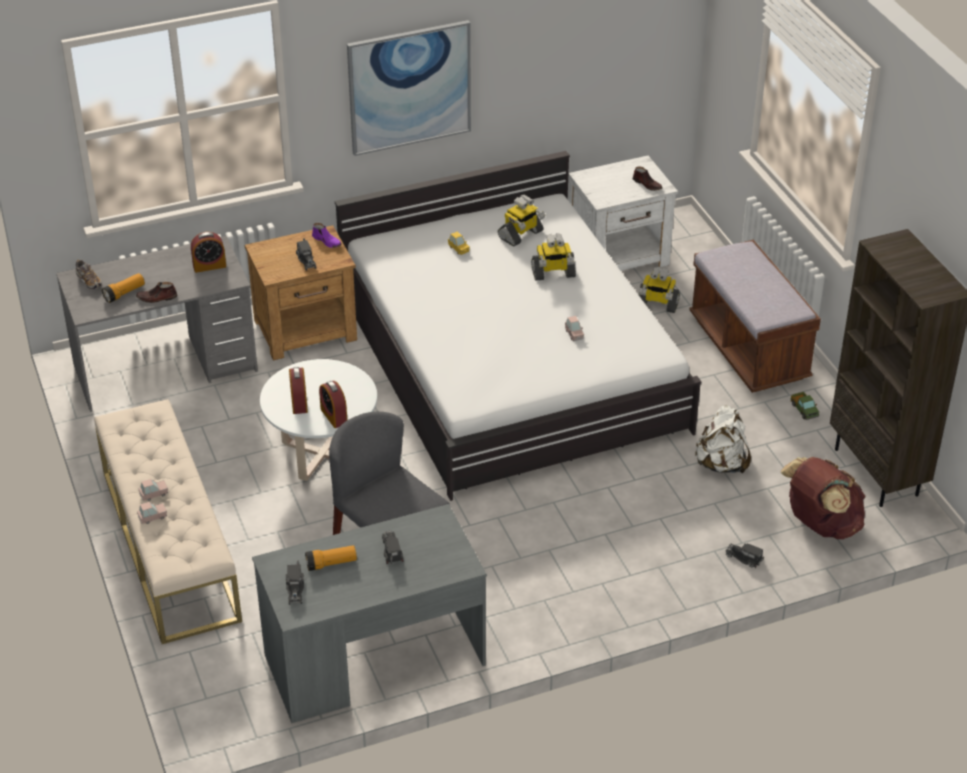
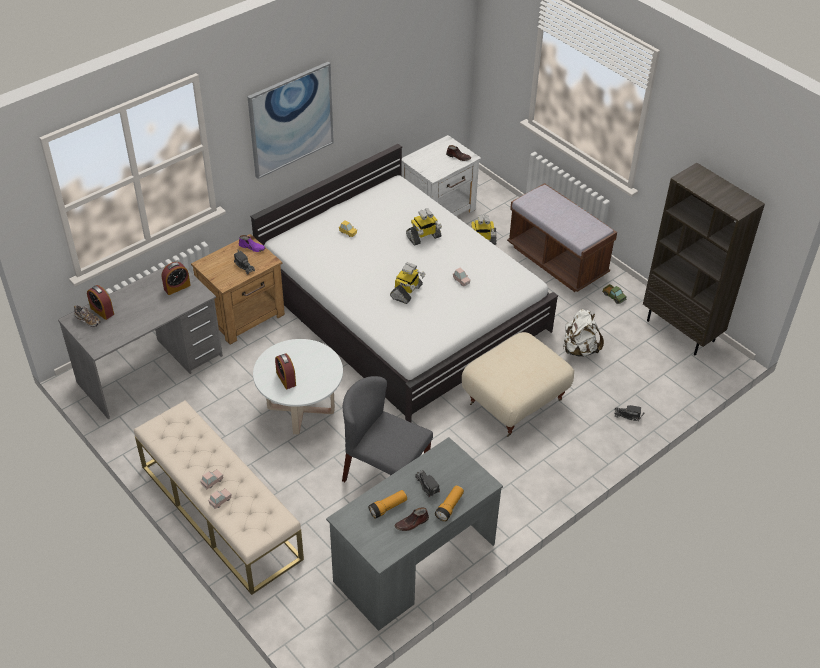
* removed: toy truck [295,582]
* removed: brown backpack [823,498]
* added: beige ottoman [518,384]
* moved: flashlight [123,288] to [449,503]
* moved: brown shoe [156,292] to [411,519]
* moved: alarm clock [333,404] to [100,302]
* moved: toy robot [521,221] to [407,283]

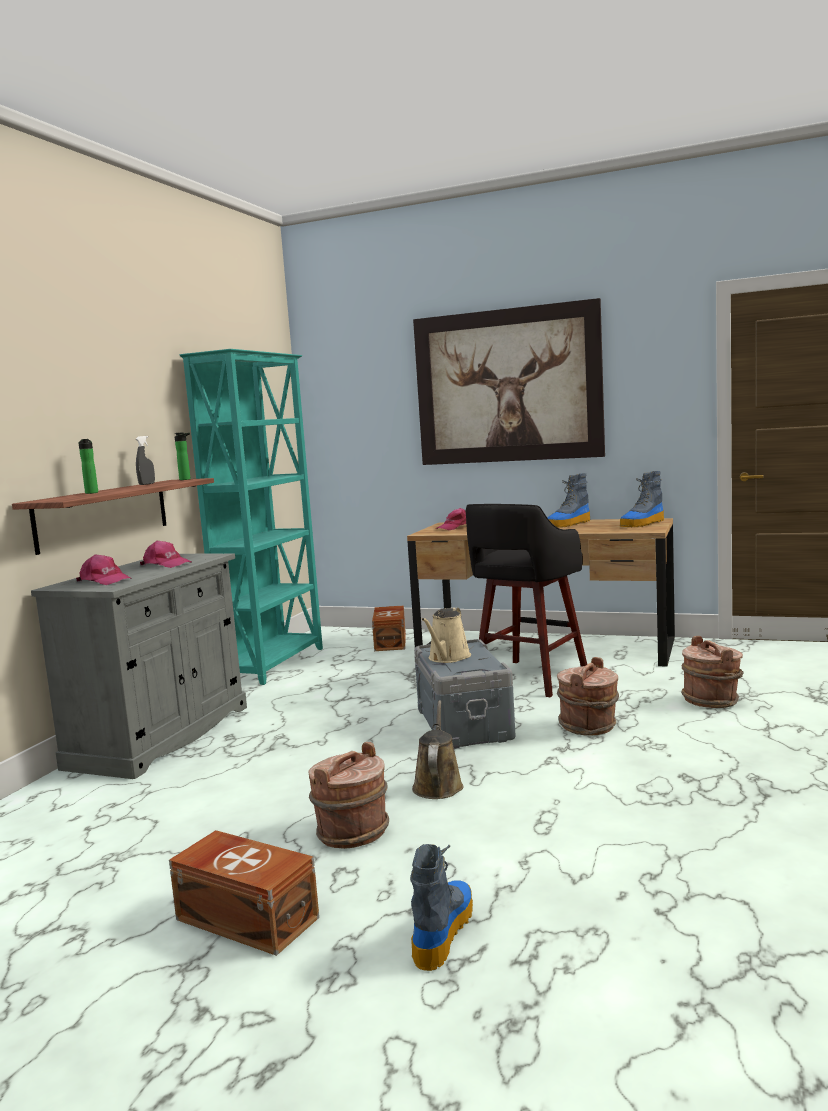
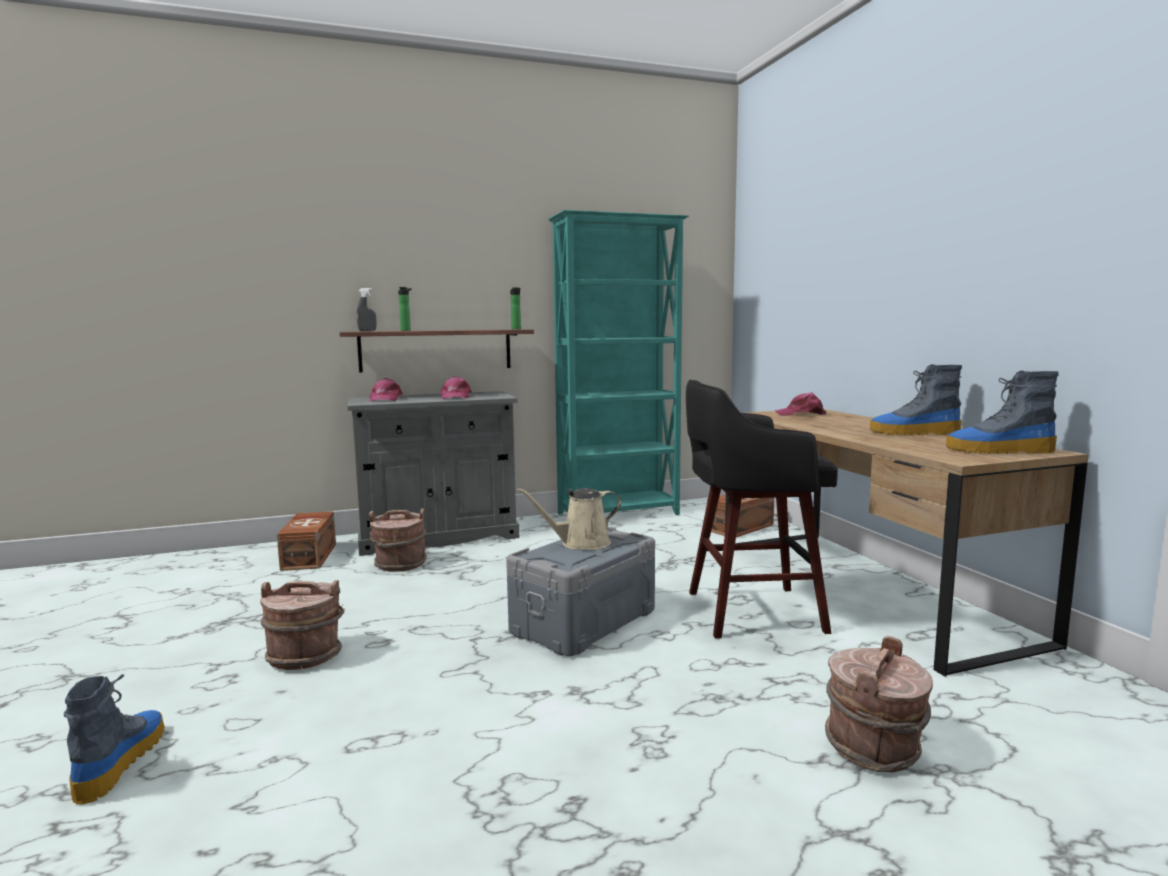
* removed: brown watering can [438,749]
* removed: picture [509,381]
* moved: grey spray bottle [145,460] to [366,309]
* moved: brown storage box [244,893] to [306,541]
* moved: brown bucket [588,696] to [398,540]
* turned: boot [441,907] = [114,739] 75 degrees counterclockwise

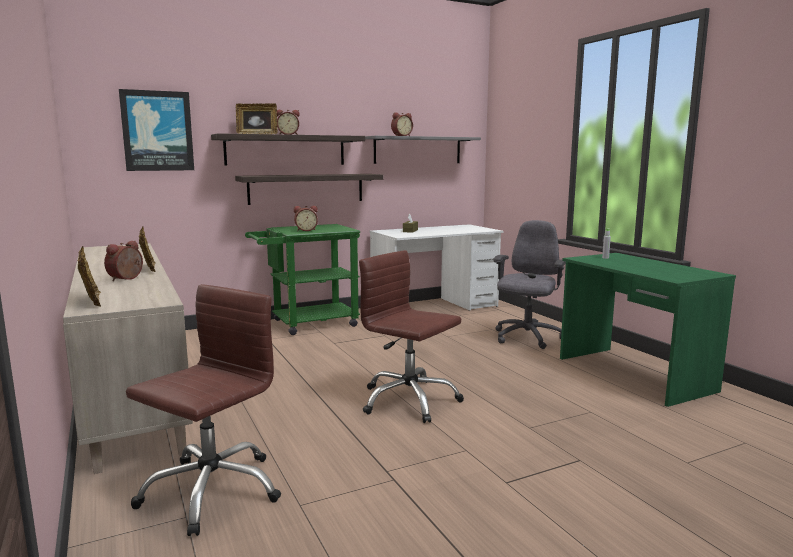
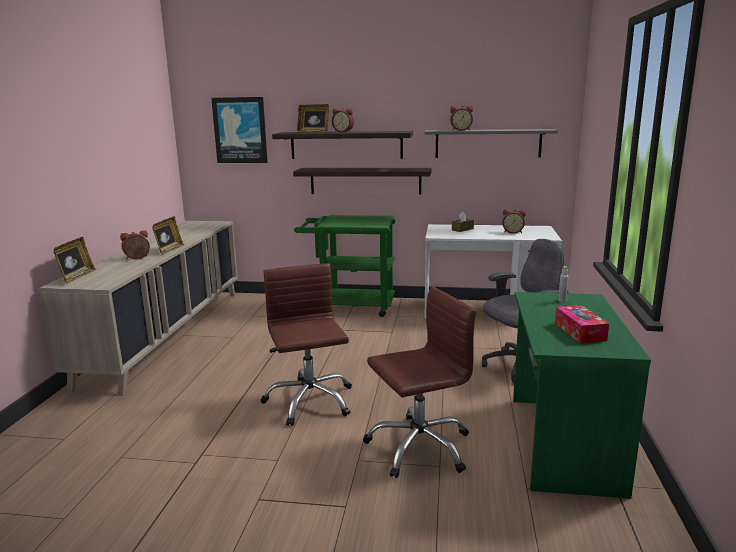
* added: tissue box [582,324]
* moved: brown office chair [203,410] to [420,382]
* moved: alarm clock [306,218] to [514,221]

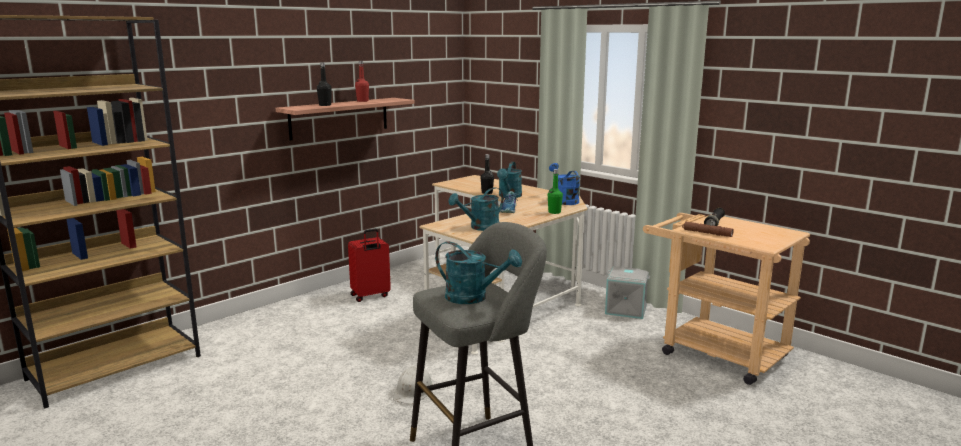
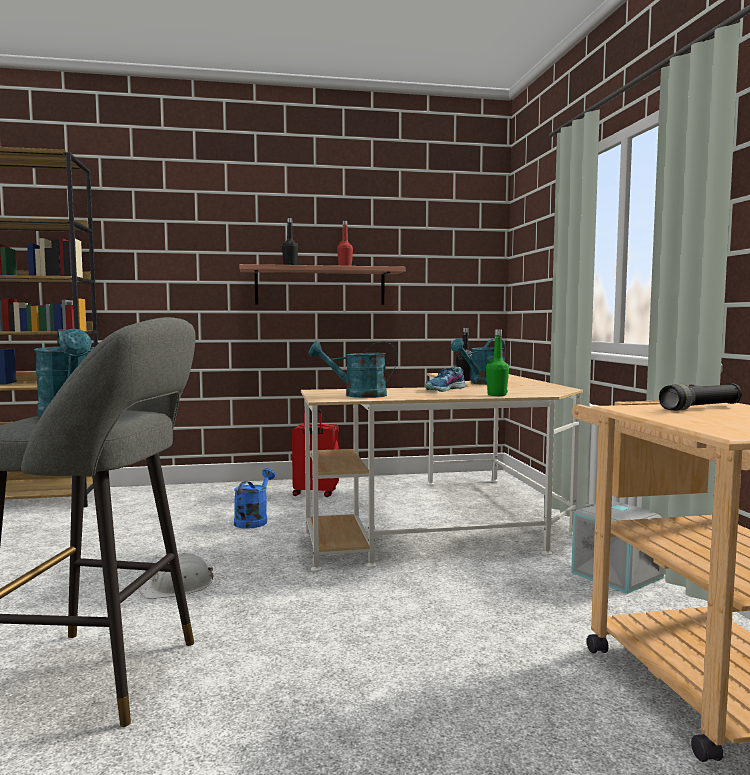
* removed: brown flashlight [708,229]
* moved: blue watering can [564,184] to [254,498]

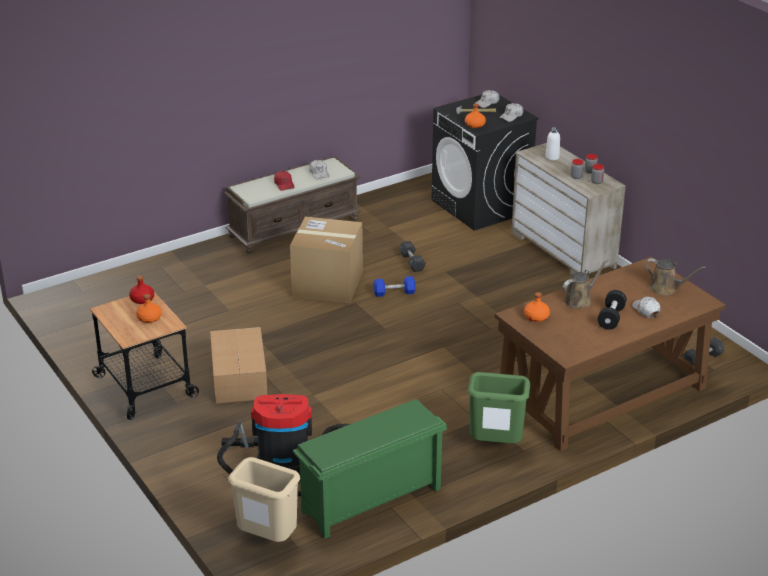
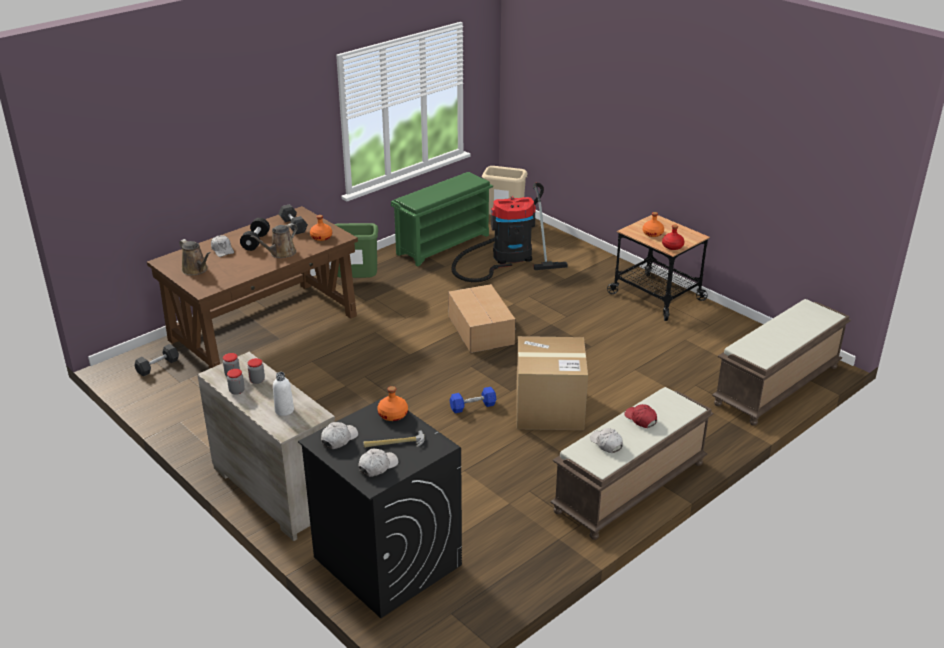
* added: brown bench [781,362]
* moved: cardboard box [239,365] to [481,318]
* moved: grey dumbbell [412,256] to [293,219]
* turned: brown watering can [675,277] = [195,257] 150 degrees counterclockwise

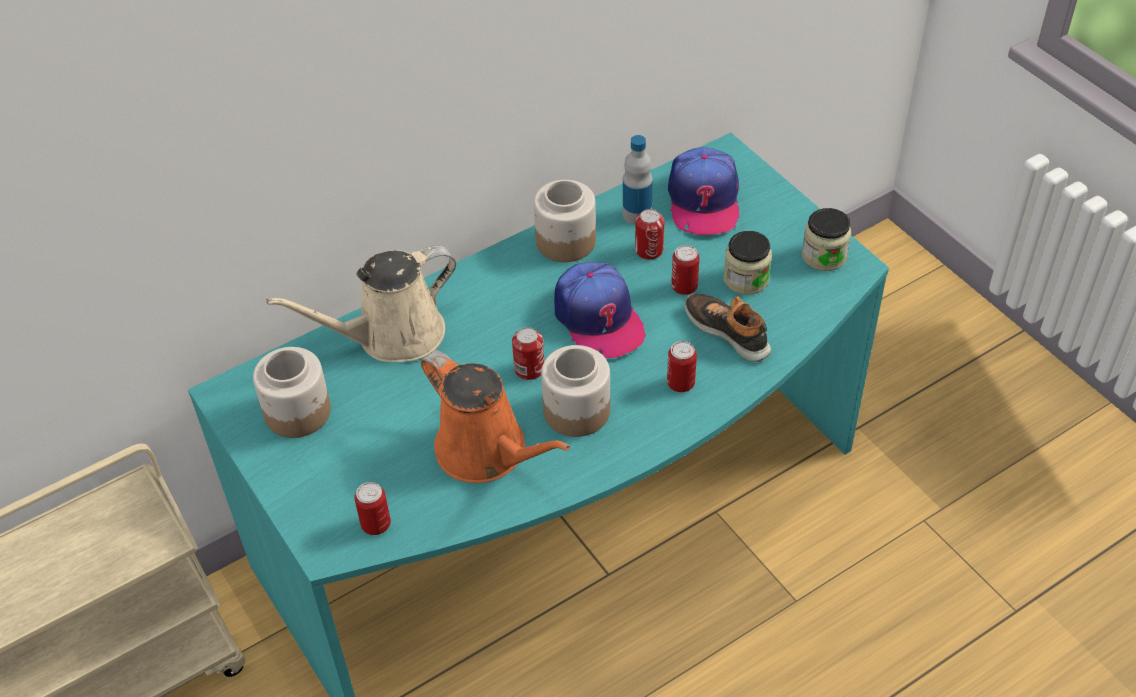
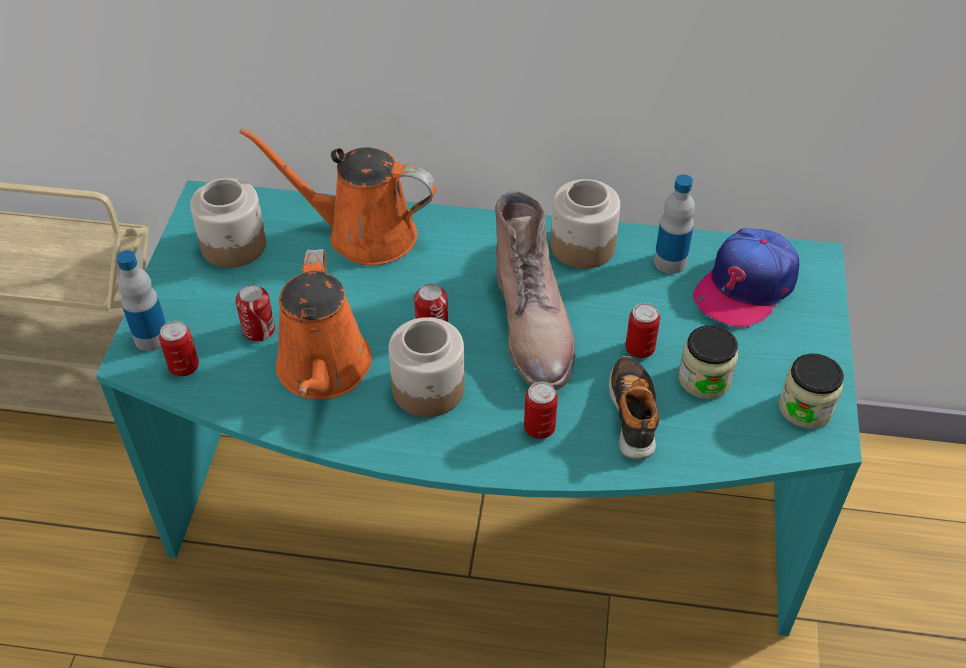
* added: bottle [141,300]
* moved: can [649,234] to [255,313]
* replaced: cap [600,310] to brown boot [535,290]
* recoloured: beige watering can [361,304] to orange watering can [338,196]

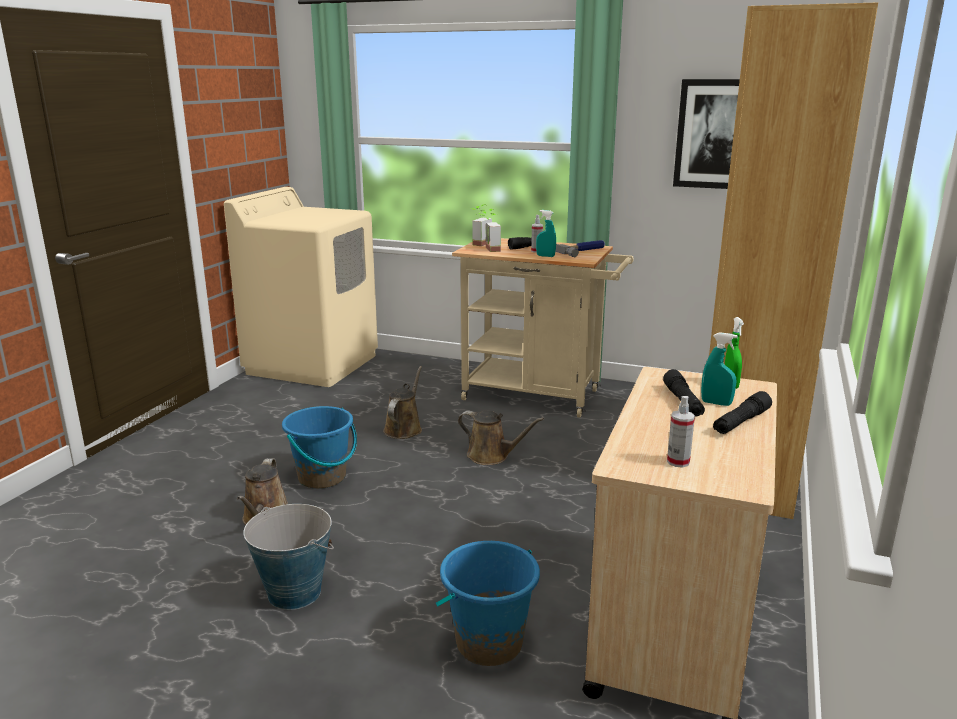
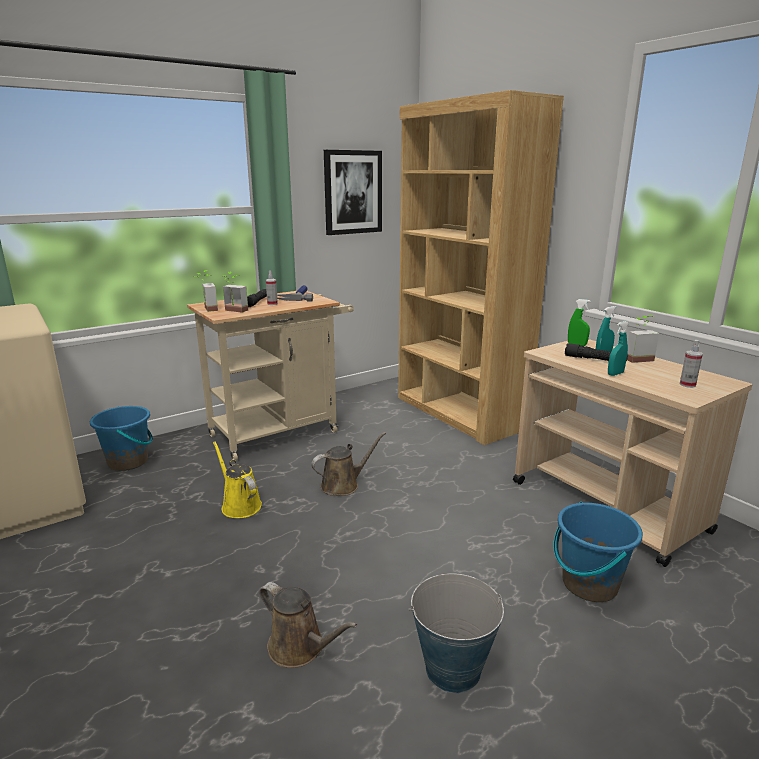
* moved: blue bucket [319,447] to [121,438]
* moved: turquoise spray bottle [546,233] to [618,348]
* replaced: black flashlight [742,412] to potted plant [643,339]
* recoloured: brown watering can [402,402] to yellow watering can [237,479]

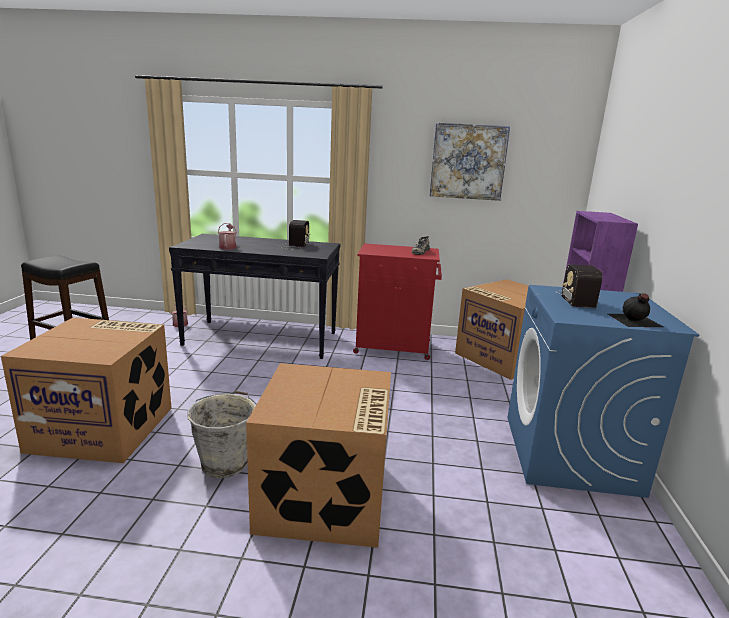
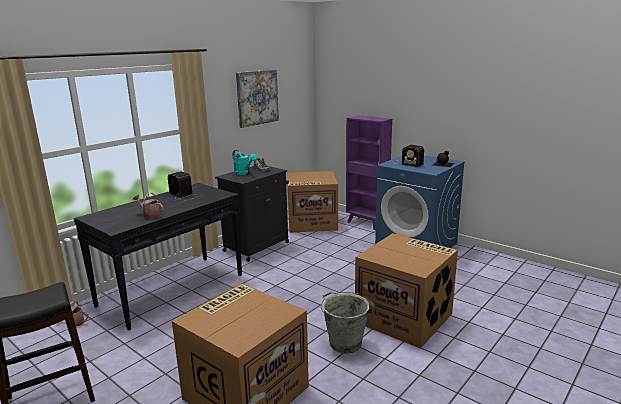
* added: turquoise watering can [245,162]
* recoloured: red cabinet [397,301] to black cabinet [252,214]

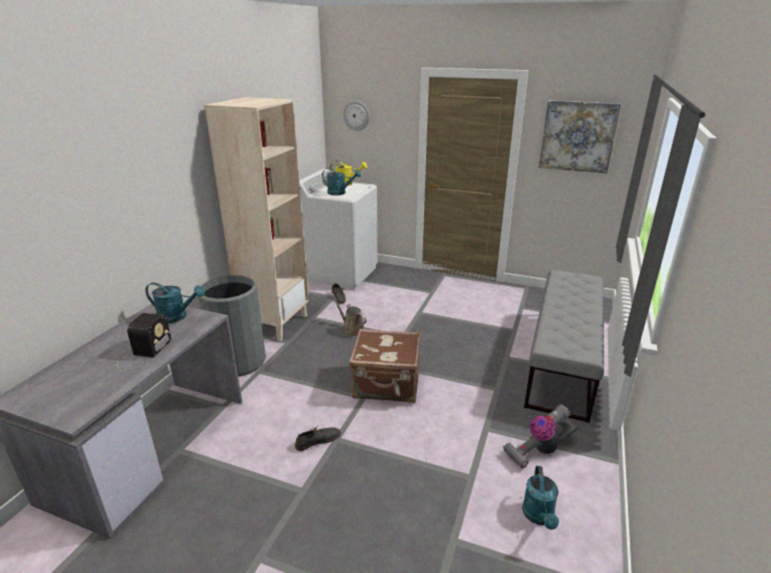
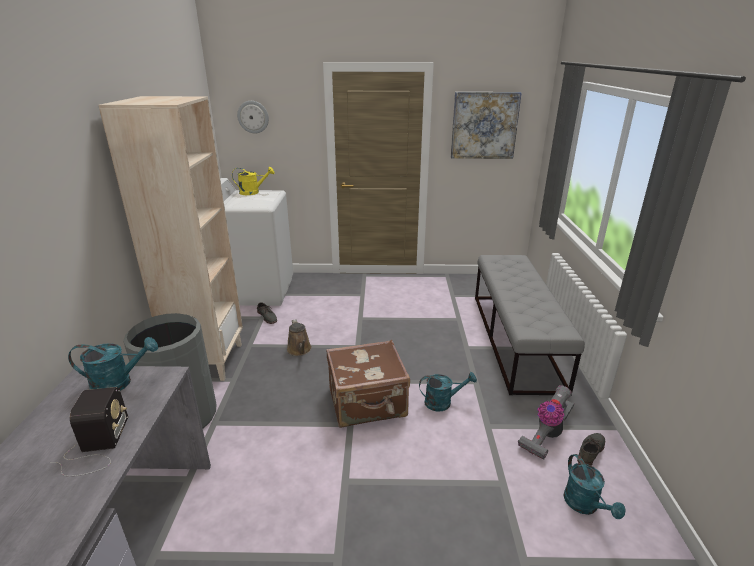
* moved: grey shoe [318,439] to [591,449]
* moved: turquoise watering can [341,181] to [448,392]
* turned: brown watering can [349,316] = [299,337] 135 degrees counterclockwise

